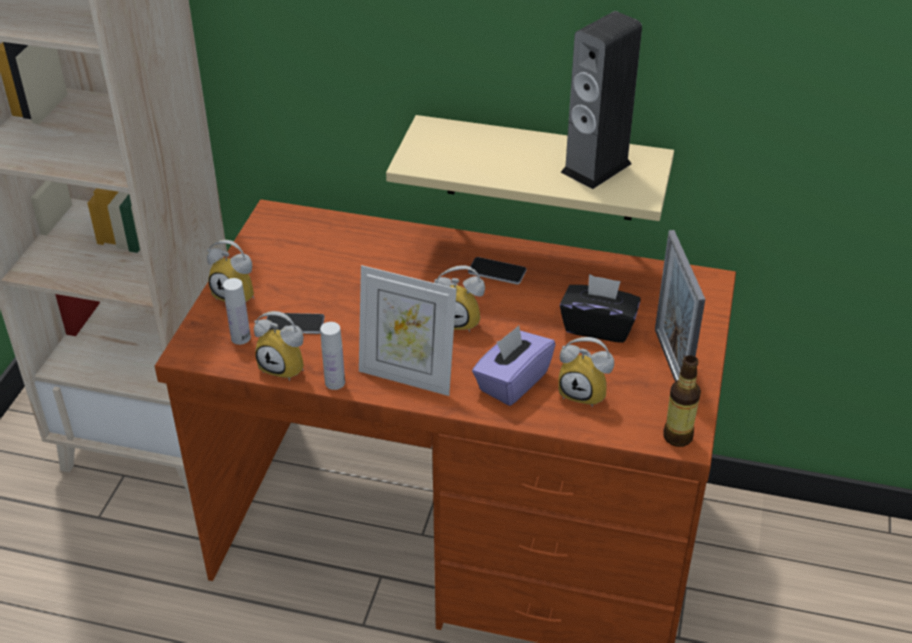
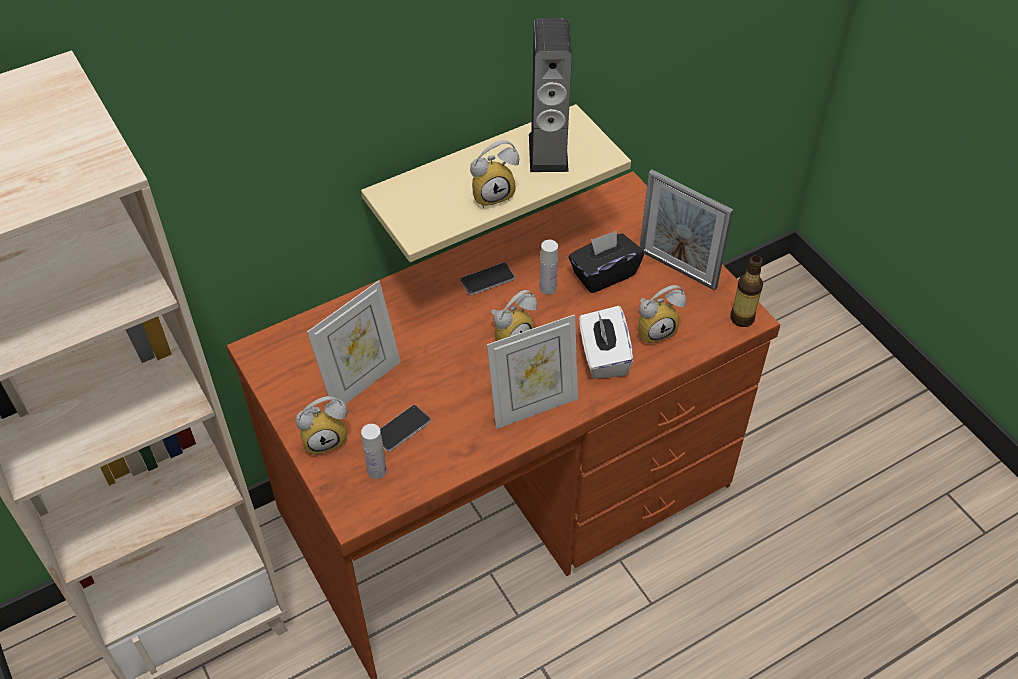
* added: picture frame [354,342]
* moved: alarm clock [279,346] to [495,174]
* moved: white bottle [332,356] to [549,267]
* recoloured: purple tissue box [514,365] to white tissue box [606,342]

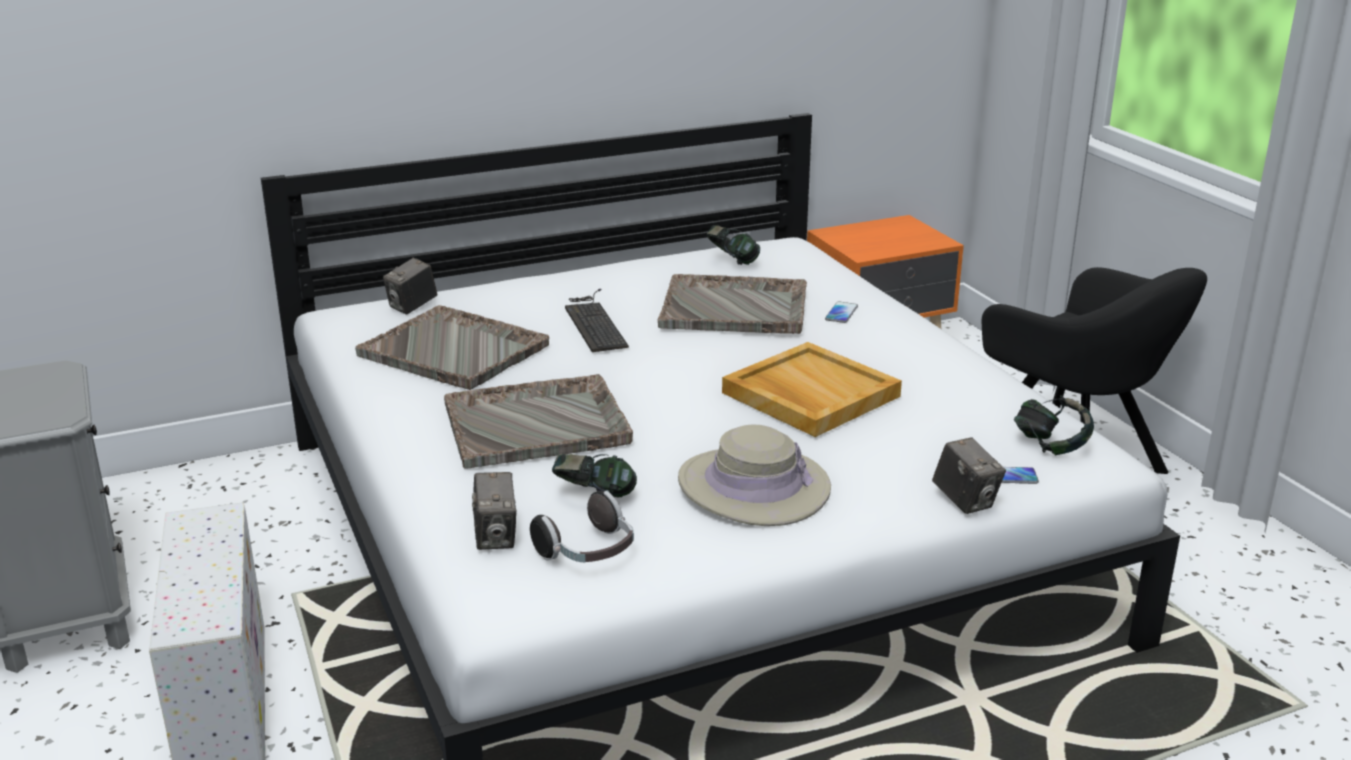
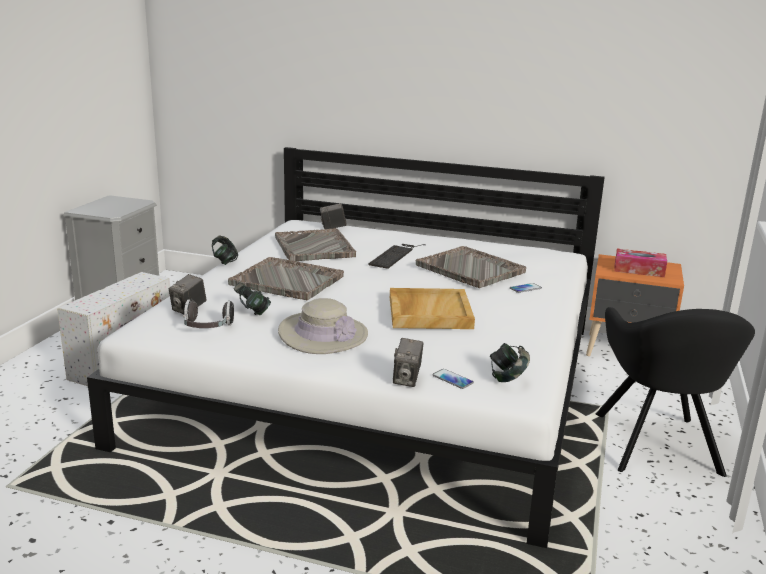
* added: tissue box [640,263]
* moved: headphones [733,245] to [225,250]

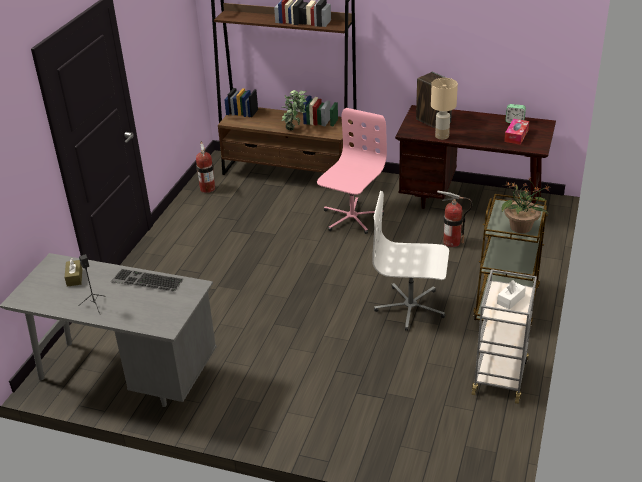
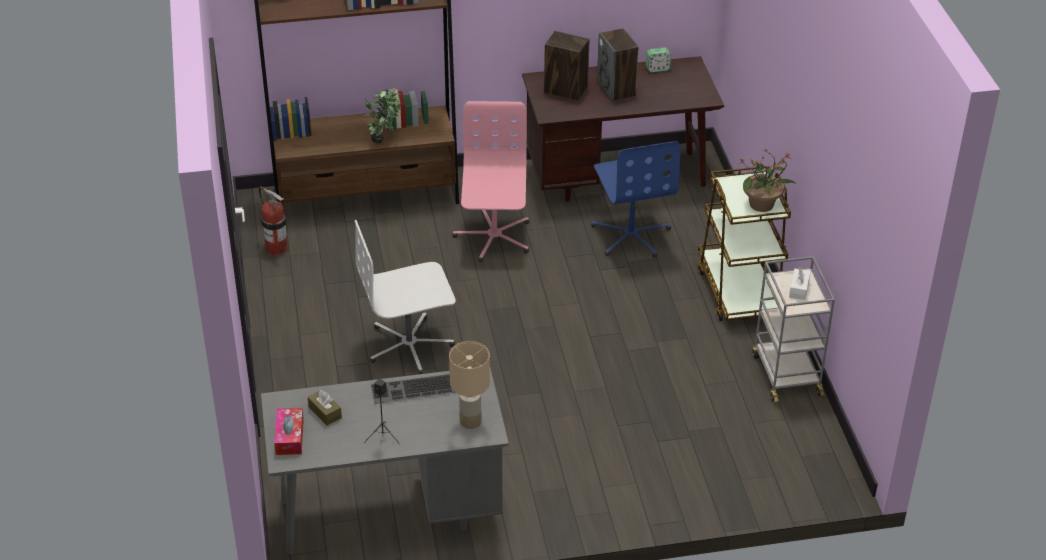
* added: speaker [618,64]
* moved: white office chair [410,261] to [405,297]
* moved: beige table lamp [444,109] to [469,385]
* moved: tissue box [516,132] to [289,431]
* replaced: fire extinguisher [454,218] to blue office chair [635,199]

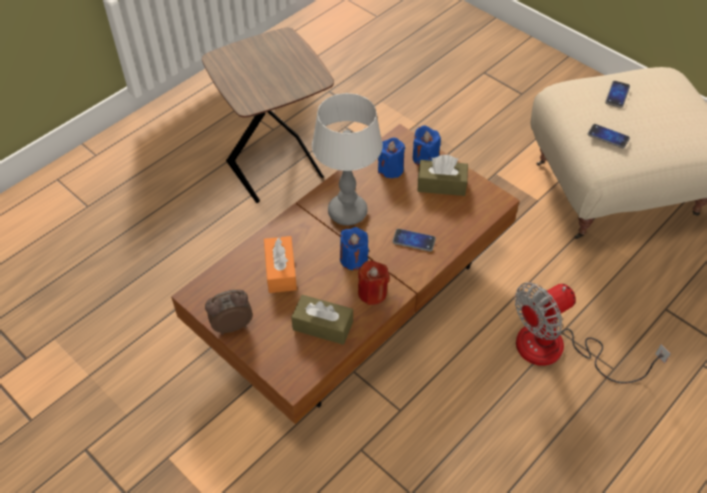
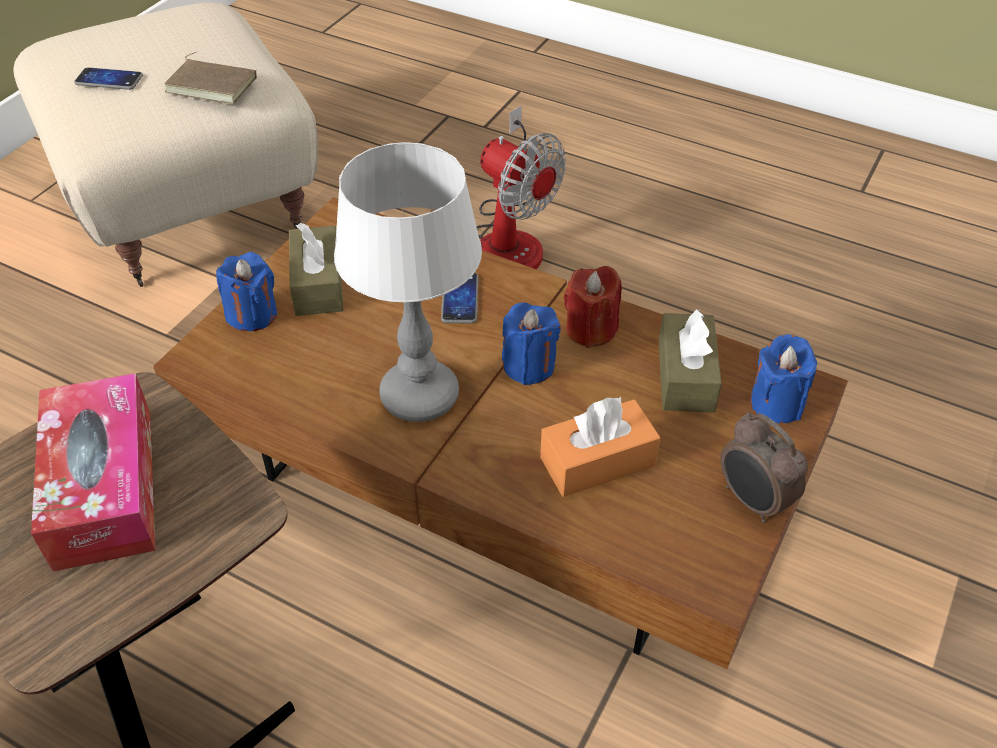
* added: tissue box [93,472]
* moved: blue candle [391,157] to [783,378]
* replaced: phone [609,136] to brown book [210,78]

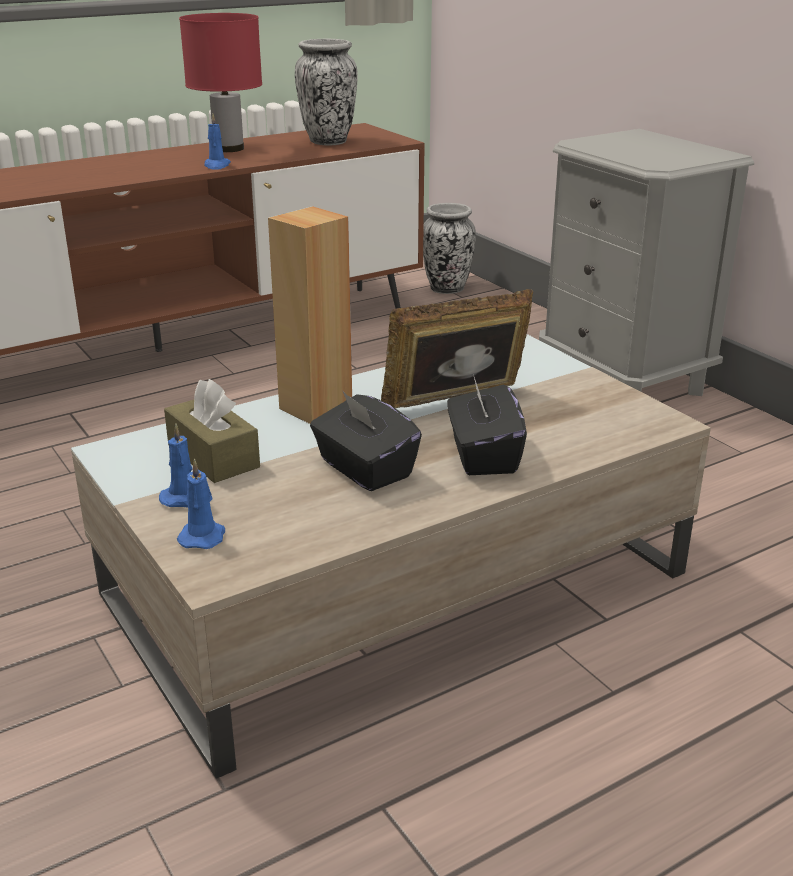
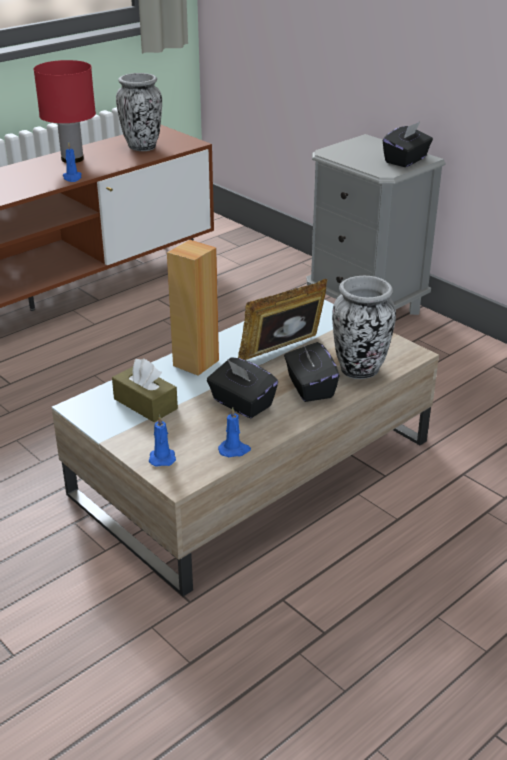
* added: black tissue box [408,144]
* moved: blue candle [186,466] to [234,432]
* moved: vase [449,248] to [364,327]

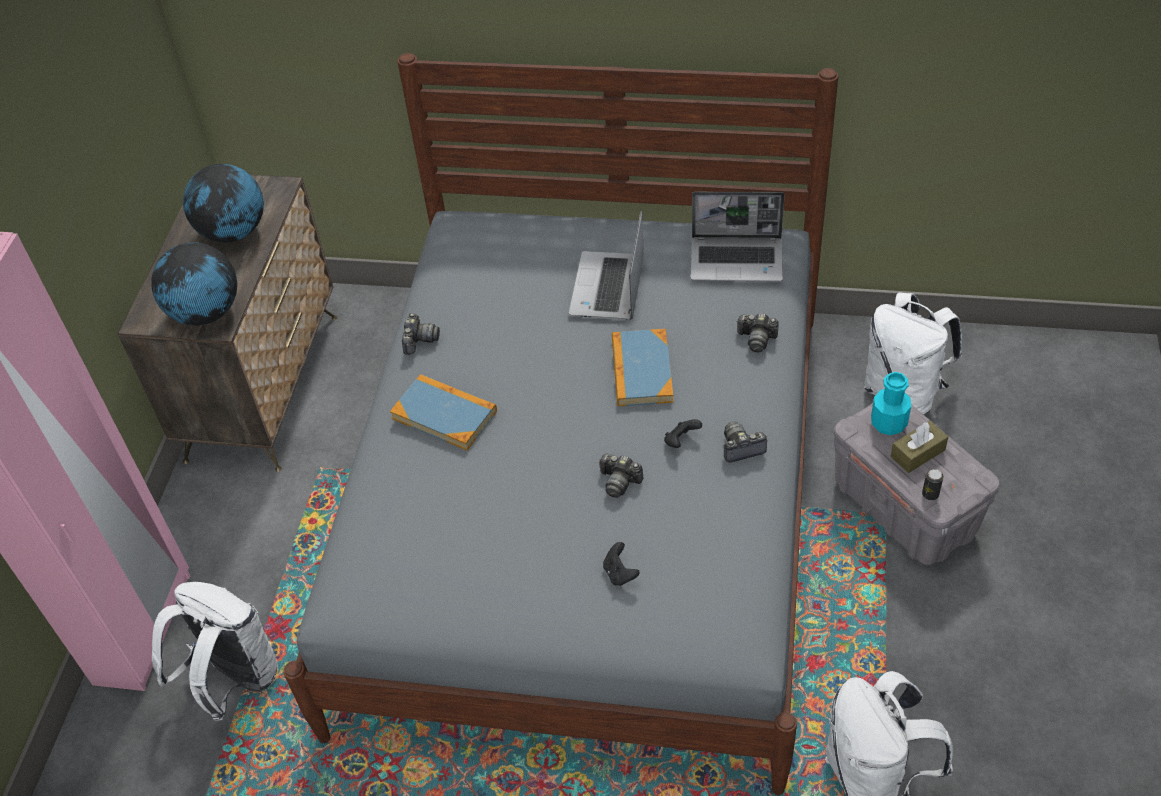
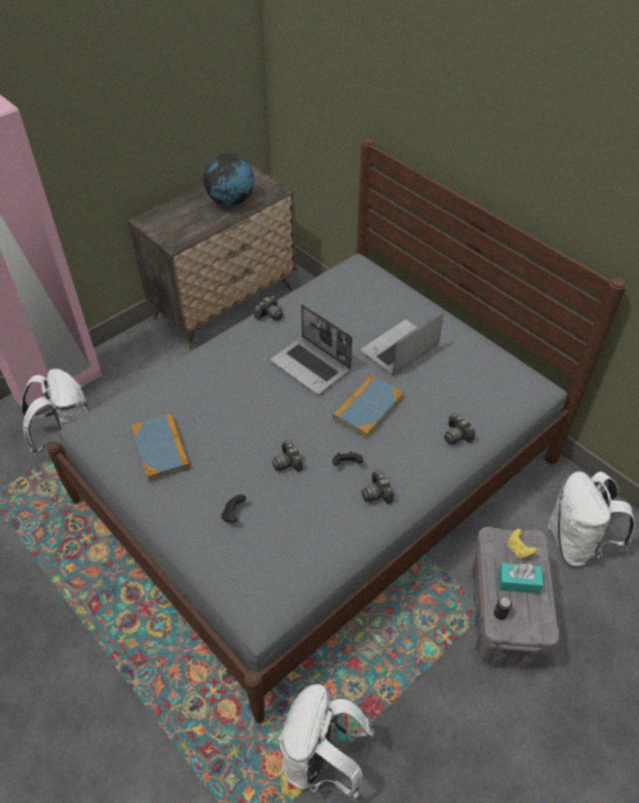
* removed: globe [194,283]
* moved: book [443,412] to [160,447]
* moved: laptop [737,237] to [311,349]
* replaced: turquoise bottle [891,403] to yellow game controller [522,544]
* recoloured: brown tissue box [919,447] to turquoise tissue box [520,578]
* turned: photo camera [745,442] = [377,487] 135 degrees counterclockwise

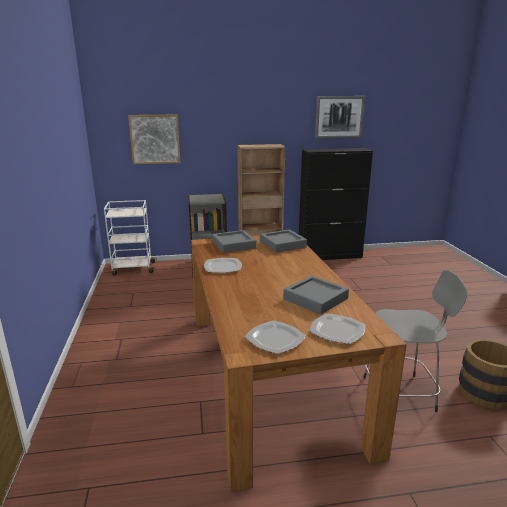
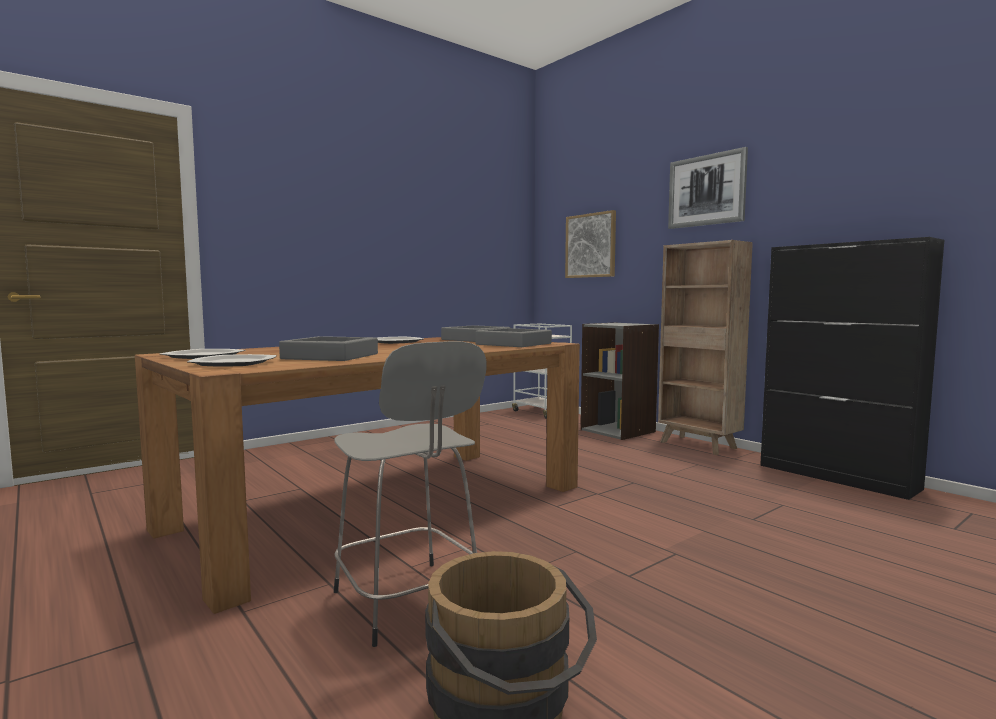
* moved: picture [340,117] to [708,188]

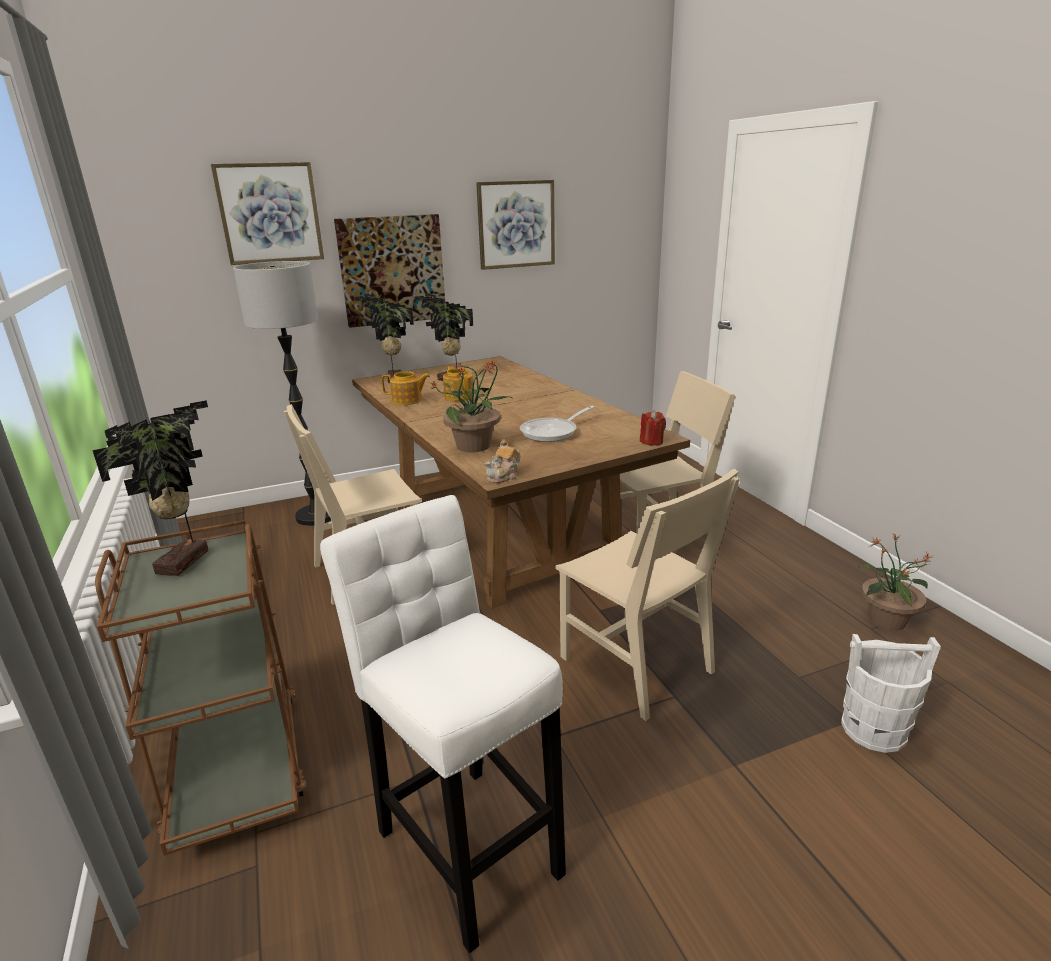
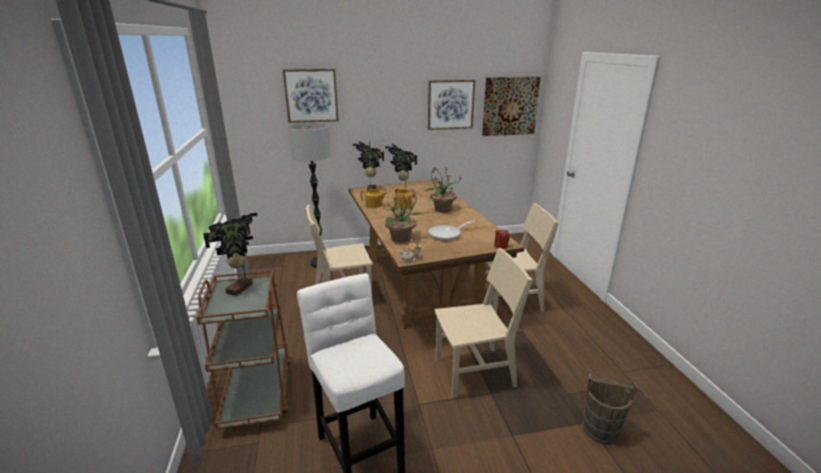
* moved: picture [389,271] to [511,106]
* moved: potted plant [895,582] to [443,189]
* recoloured: white bucket [891,693] to brown bucket [610,408]
* turned: beige chair [647,595] = [483,323] 75 degrees counterclockwise

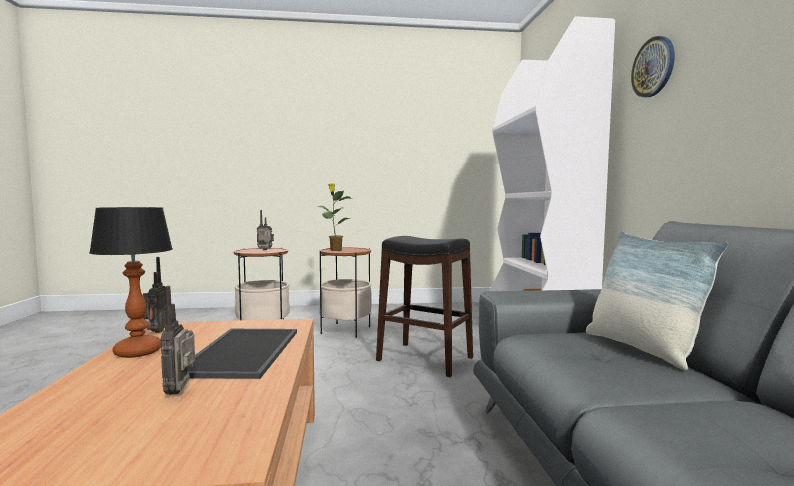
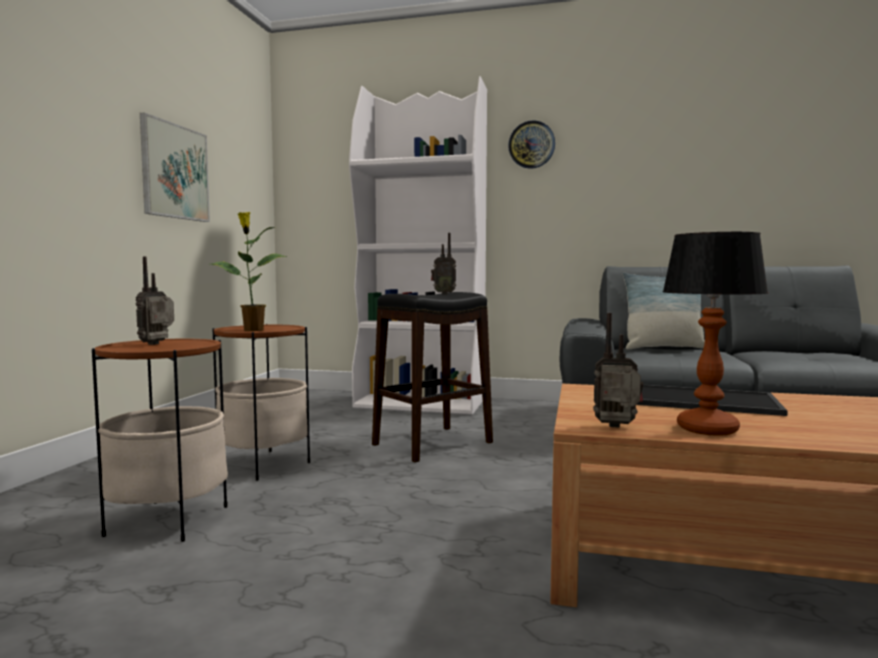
* added: picture [175,167]
* moved: radio [177,340] to [443,263]

